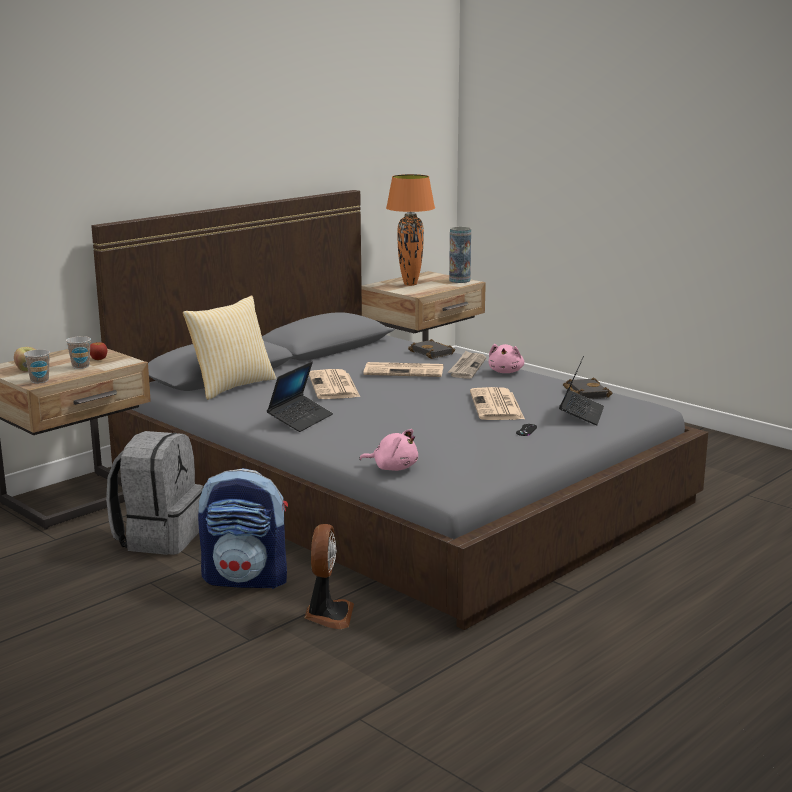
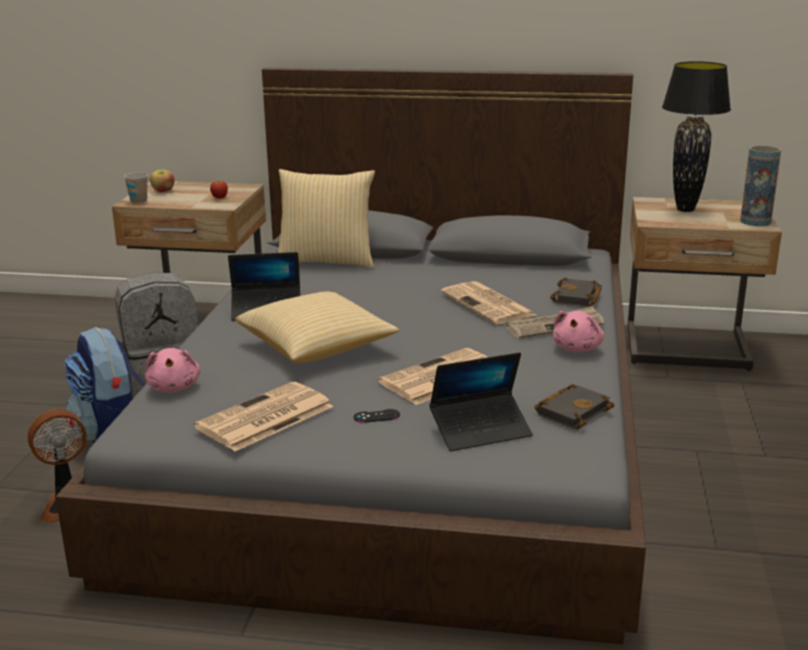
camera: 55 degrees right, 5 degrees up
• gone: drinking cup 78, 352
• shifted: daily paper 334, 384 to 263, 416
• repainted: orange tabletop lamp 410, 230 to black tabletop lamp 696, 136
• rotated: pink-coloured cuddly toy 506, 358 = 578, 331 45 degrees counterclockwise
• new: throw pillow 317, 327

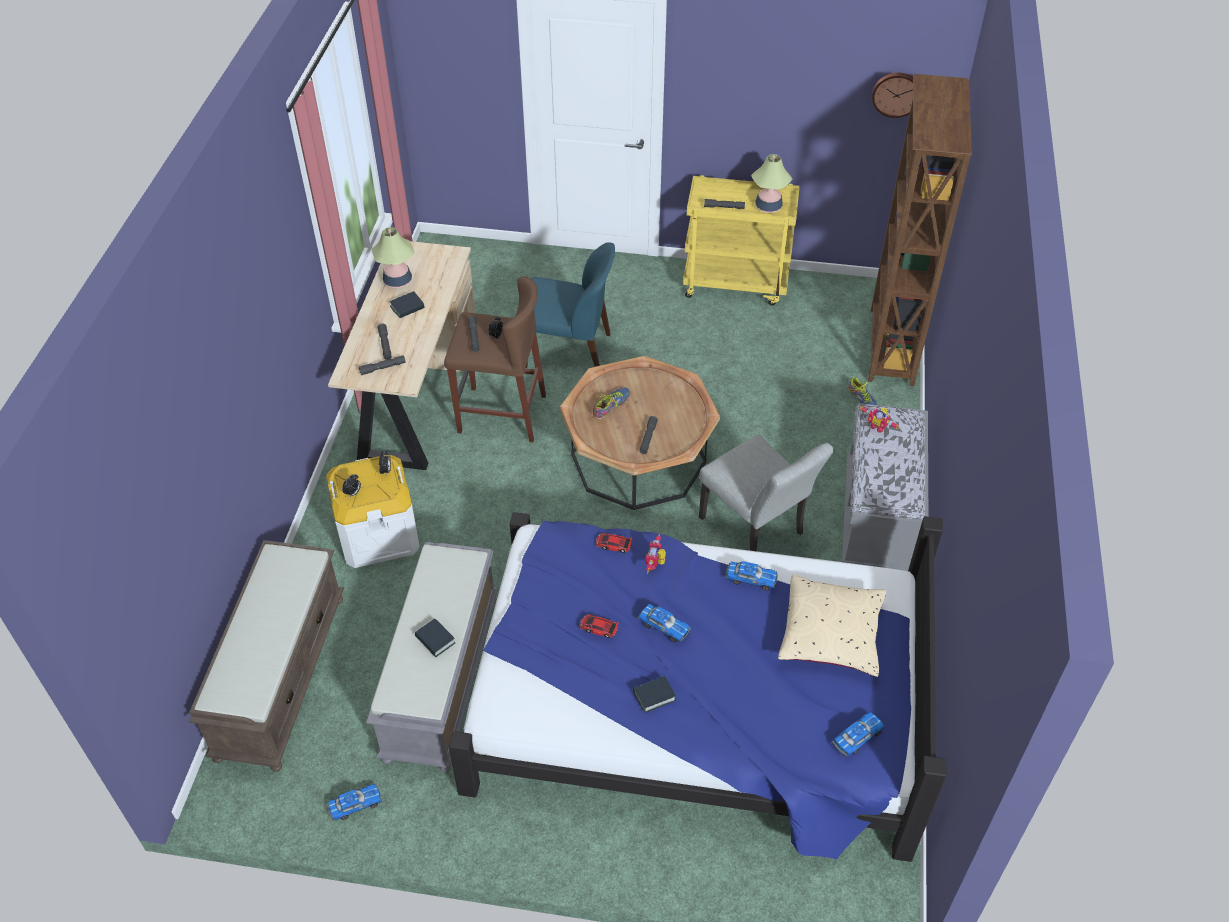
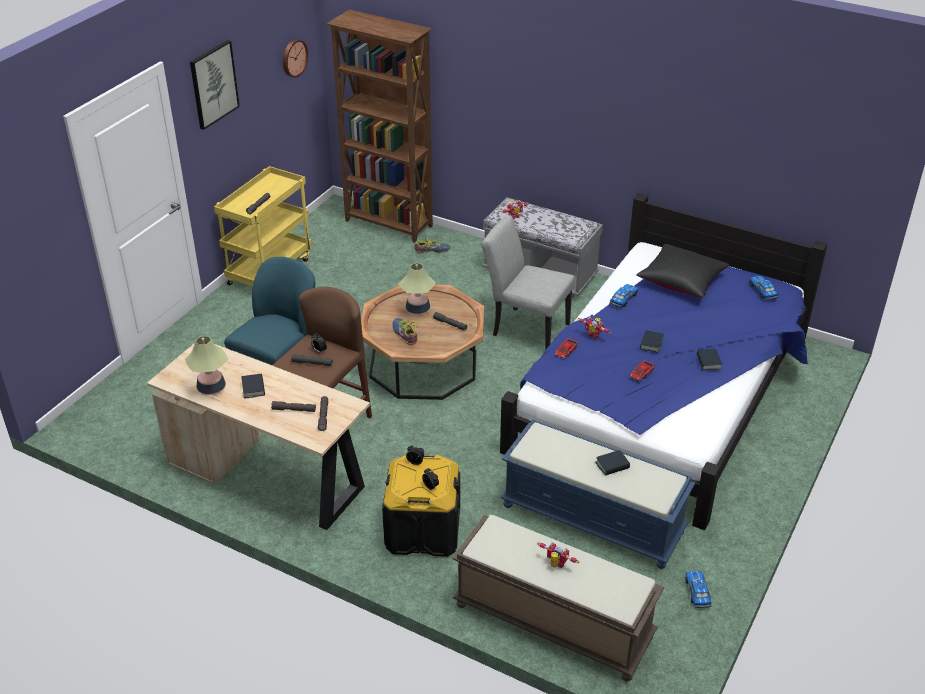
camera: 70 degrees left, 10 degrees down
• repainted: white storage bin 373, 511 to black storage bin 421, 506
• repainted: grey bench 432, 657 to blue bench 597, 494
• swapped: model car 664, 623 to bound book 652, 341
• rotated: grey upright chair 766, 492 = 528, 282 135 degrees counterclockwise
• shifted: tabletop lamp 771, 183 to 417, 289
• repainted: sand-coloured throw pillow 832, 625 to black throw pillow 682, 271
• new: wall picture 215, 85
• new: model robot 558, 555

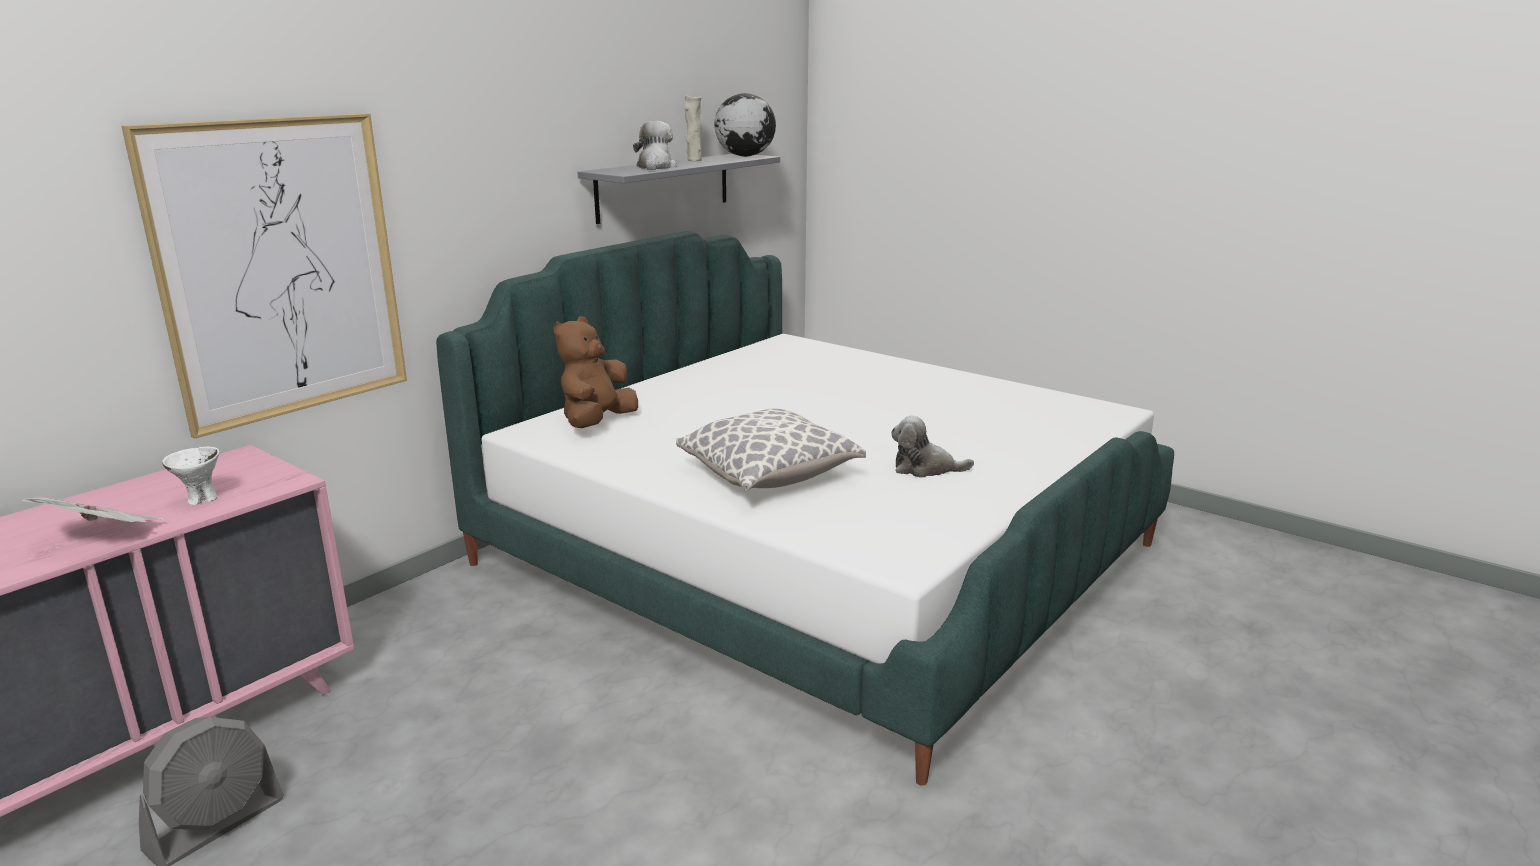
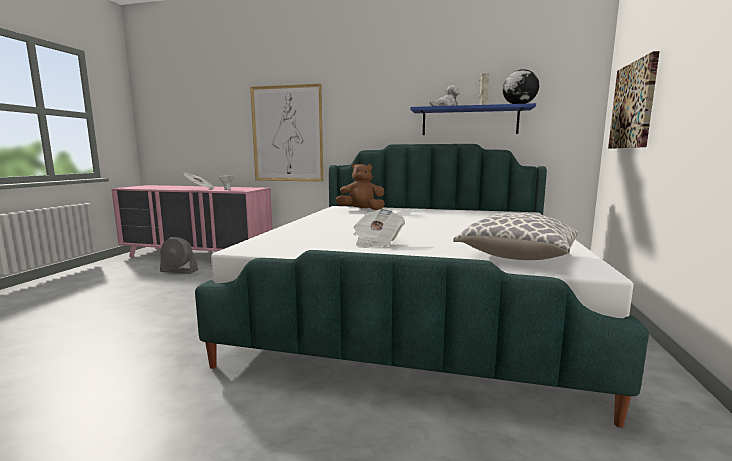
camera: 65 degrees right, 10 degrees down
• repainted: grey wall shelf 679, 189 to blue wall shelf 473, 119
• shifted: throw pillow 771, 450 to 515, 236
• swapped: cuddly toy 932, 446 to daily paper 379, 228
• new: wall picture 634, 100

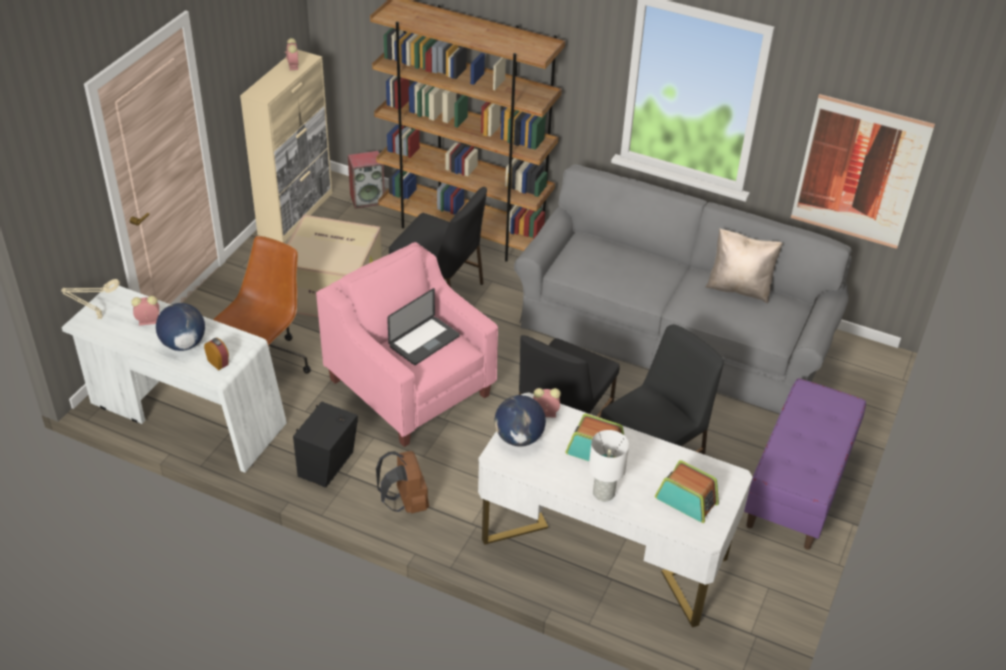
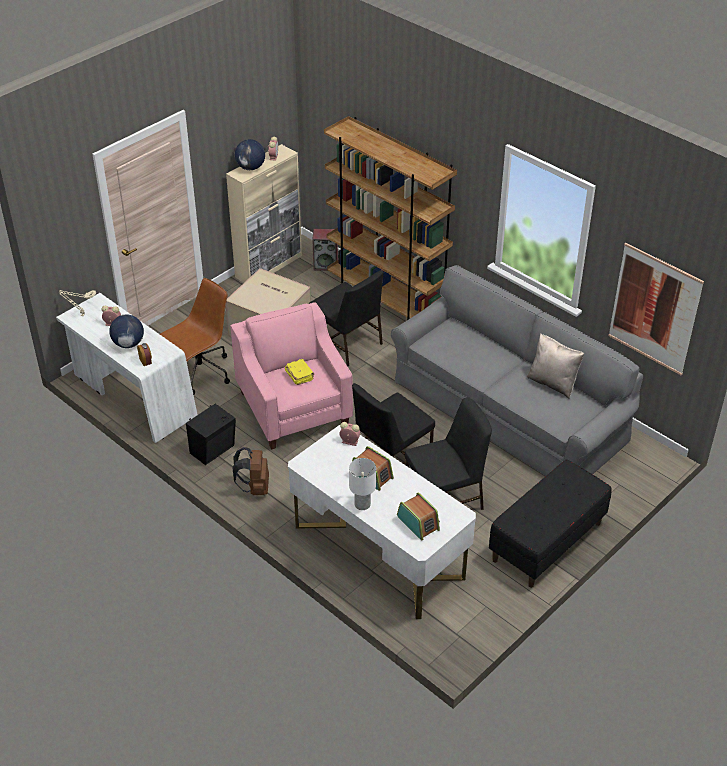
camera: 20 degrees right, 0 degrees up
• swapped: portable computer 423, 326 to yellowish bound book 299, 372
• shifted: world globe 520, 421 to 250, 154
• repainted: purplish bench 805, 464 to black bench 550, 523

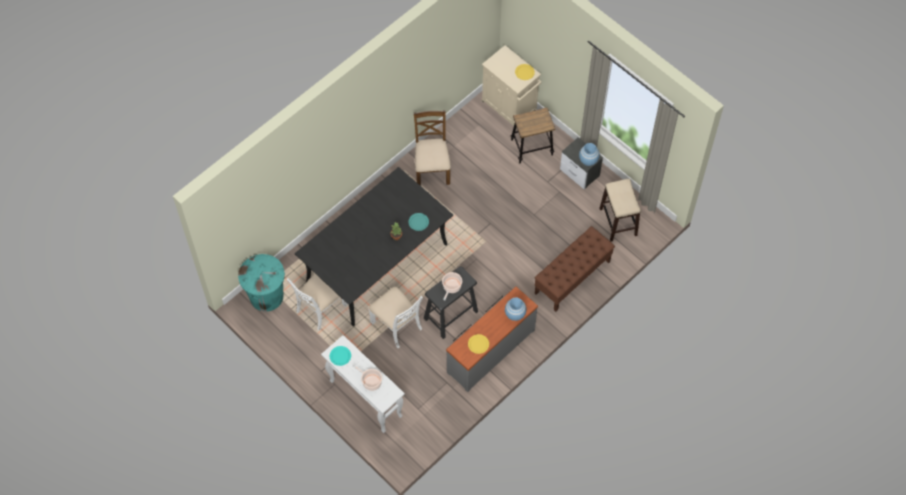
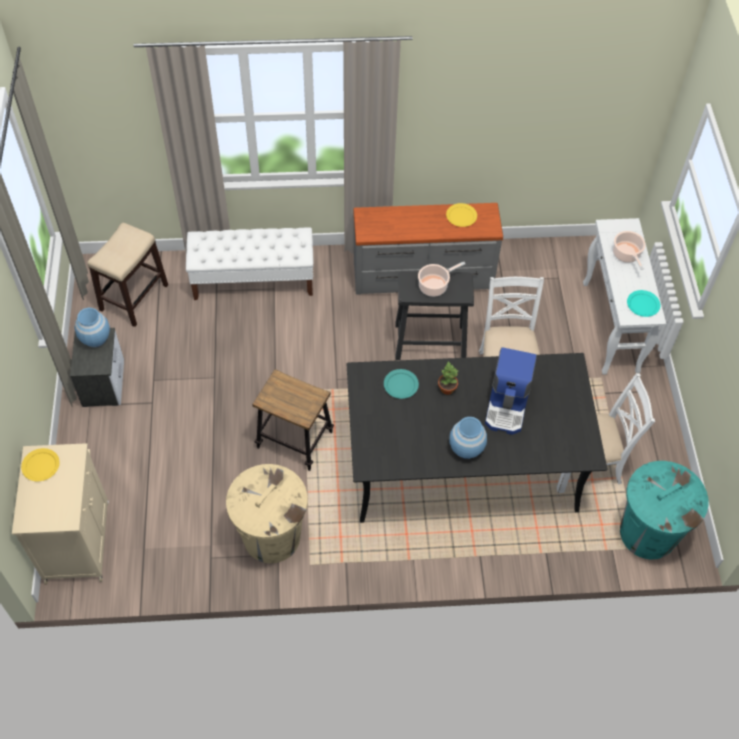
camera: 140 degrees left, 5 degrees down
• swapped: brown upright chair 432, 148 to sand-coloured rubbish bin 267, 513
• shifted: blue vase 515, 309 to 468, 438
• shifted: stool 532, 135 to 293, 420
• repainted: brown bench 574, 269 to white bench 250, 263
• new: coffee machine 511, 391

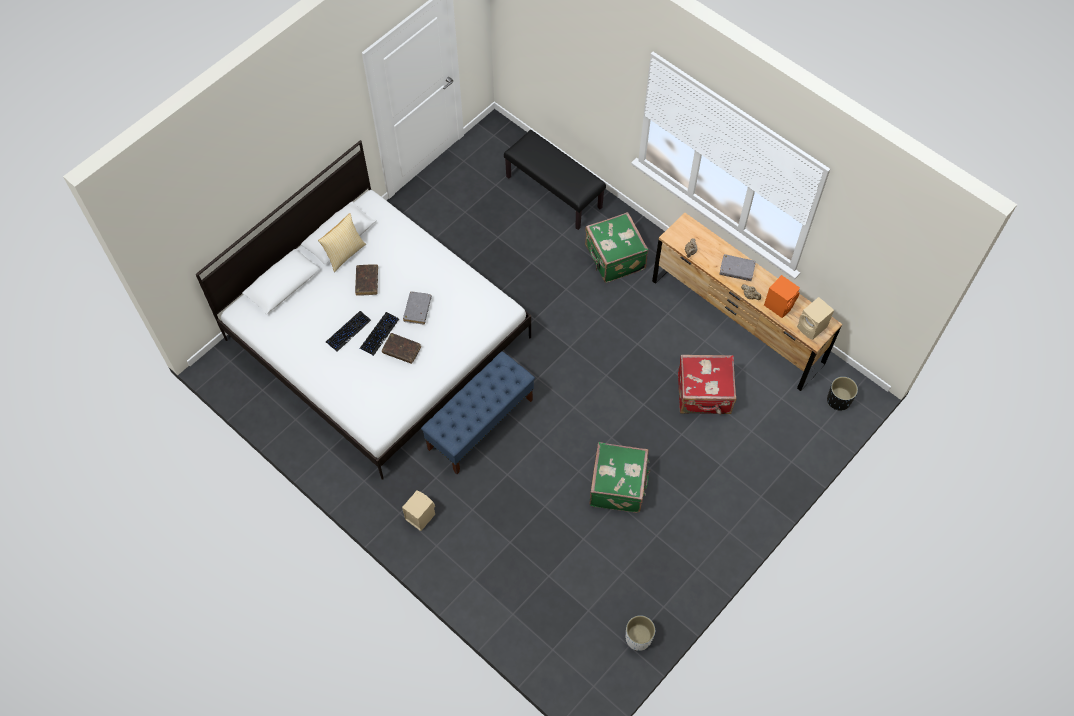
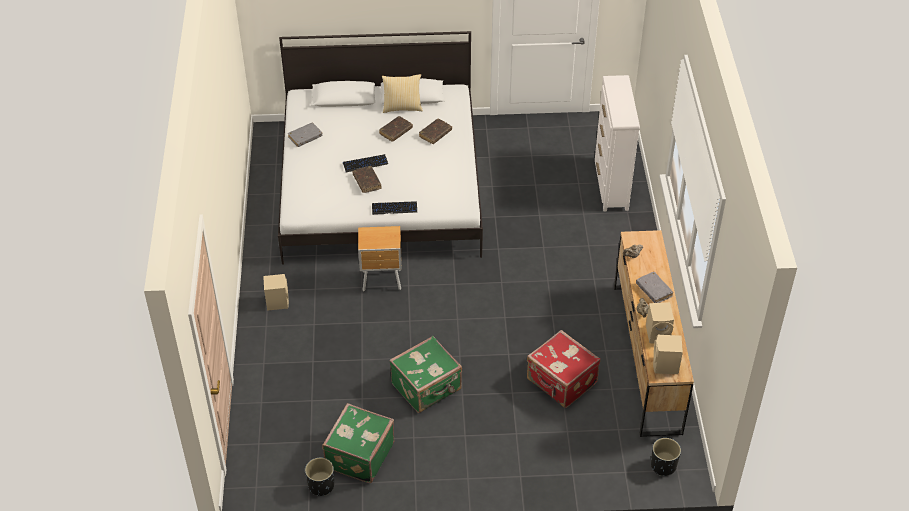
camera: 45 degrees right, 15 degrees down
• shifted: keyboard 348, 331 to 394, 208
• shifted: grey bound book 417, 307 to 305, 135
• swapped: blue bench 478, 412 to brown night table 380, 258
• swapped: black bench 555, 180 to white drawer chest 617, 143
• shifted: green-coloured piece of luggage 616, 247 to 358, 443
• repainted: white planter 640, 633 to black planter 319, 477
• repainted: orange audio speaker 782, 296 to sand-coloured audio speaker 660, 323
• new: brown bound book 435, 131

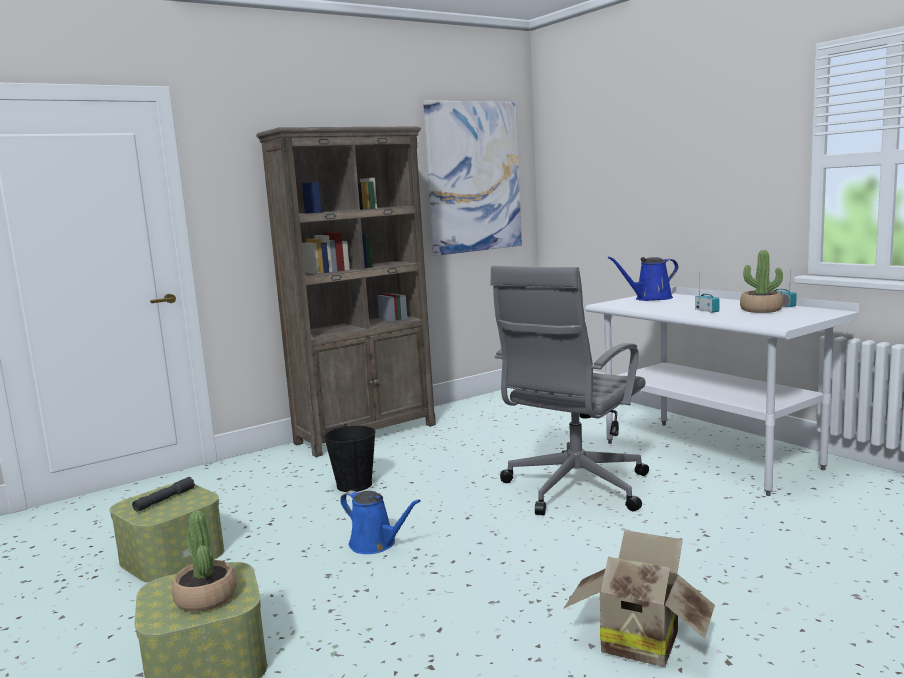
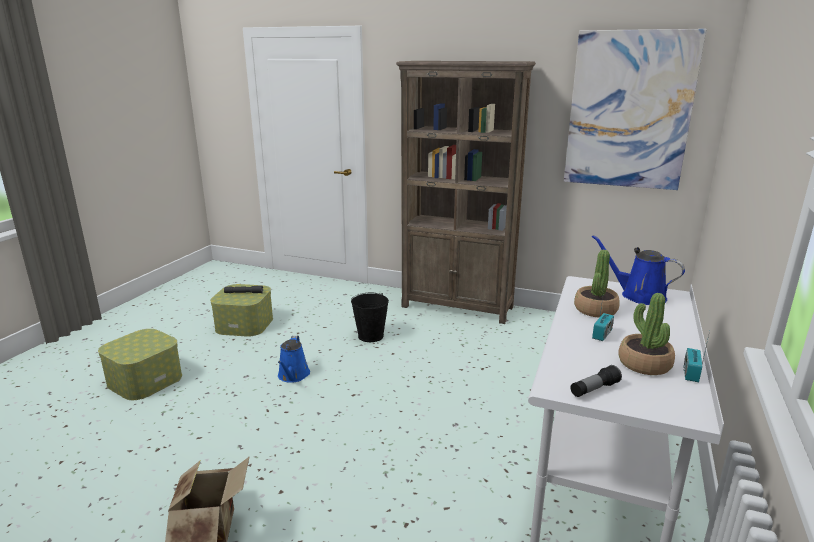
camera: 55 degrees right, 10 degrees up
• shifted: plant in a pot 204, 561 to 597, 284
• gone: grey computer chair 569, 390
• new: hand torch 596, 381

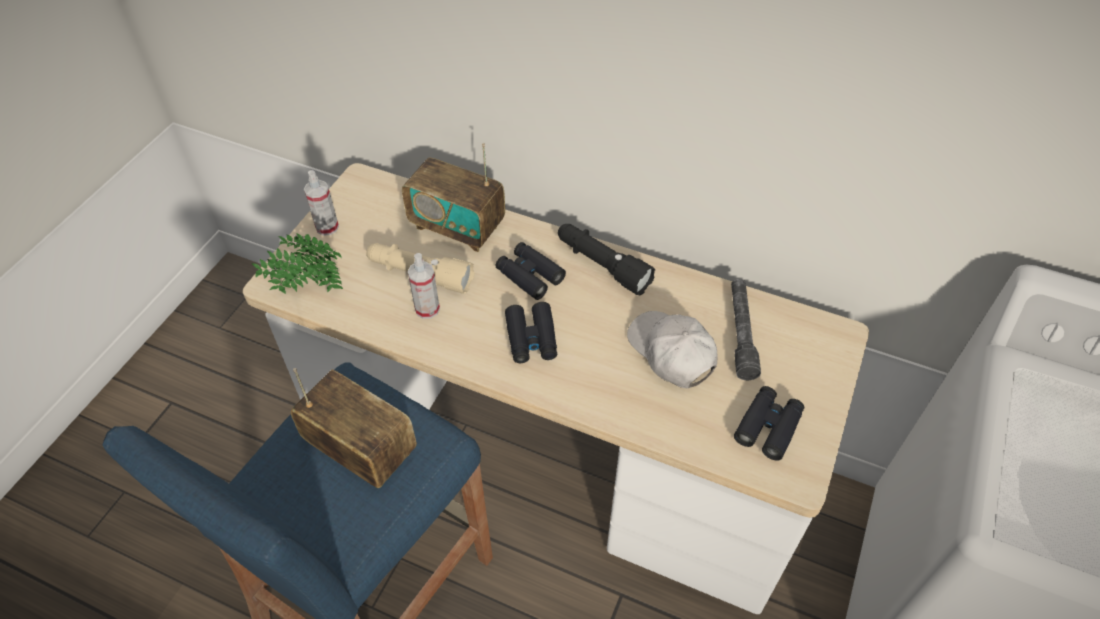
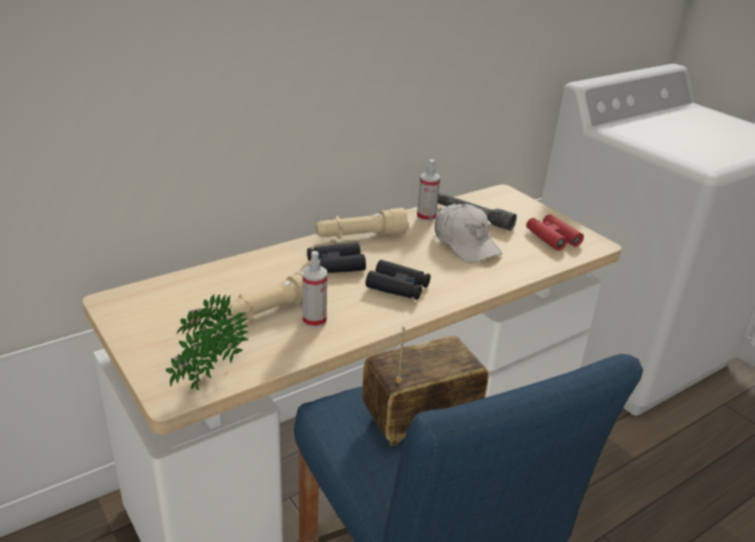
camera: 60 degrees left, 20 degrees down
• shifted: spray bottle 321, 203 to 428, 190
• gone: radio set 453, 197
• repainted: black hand torch 606, 259 to sand-coloured hand torch 362, 223
• rotated: white peaked cap 672, 349 = 468, 233 120 degrees counterclockwise
• repainted: black field glasses 769, 423 to red field glasses 555, 232

